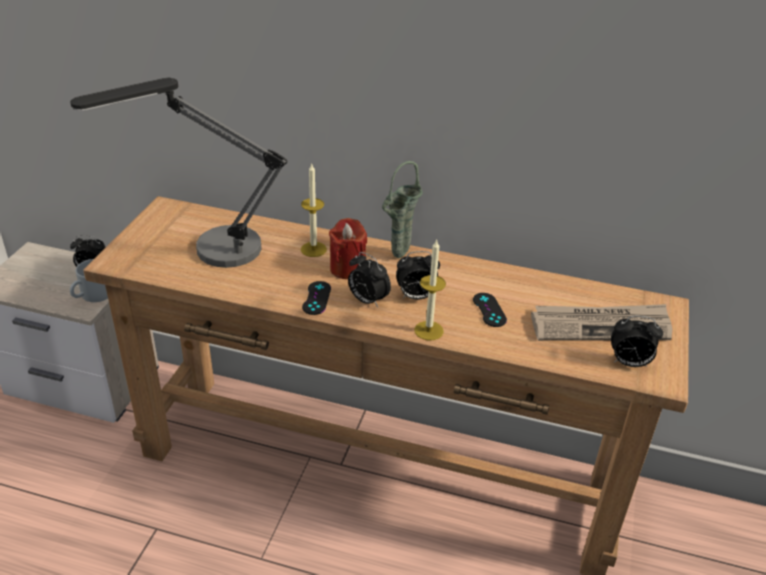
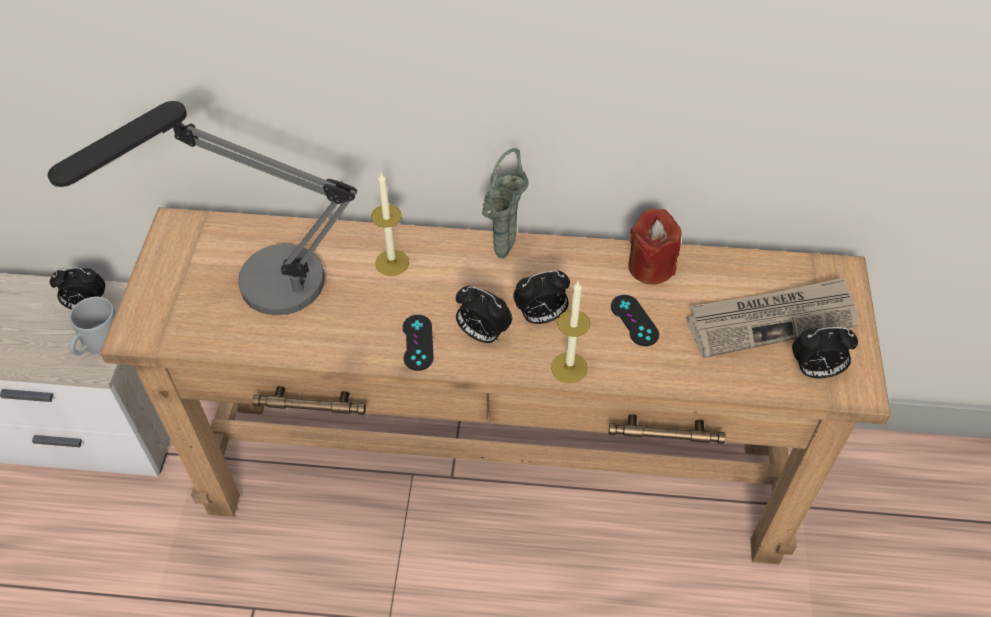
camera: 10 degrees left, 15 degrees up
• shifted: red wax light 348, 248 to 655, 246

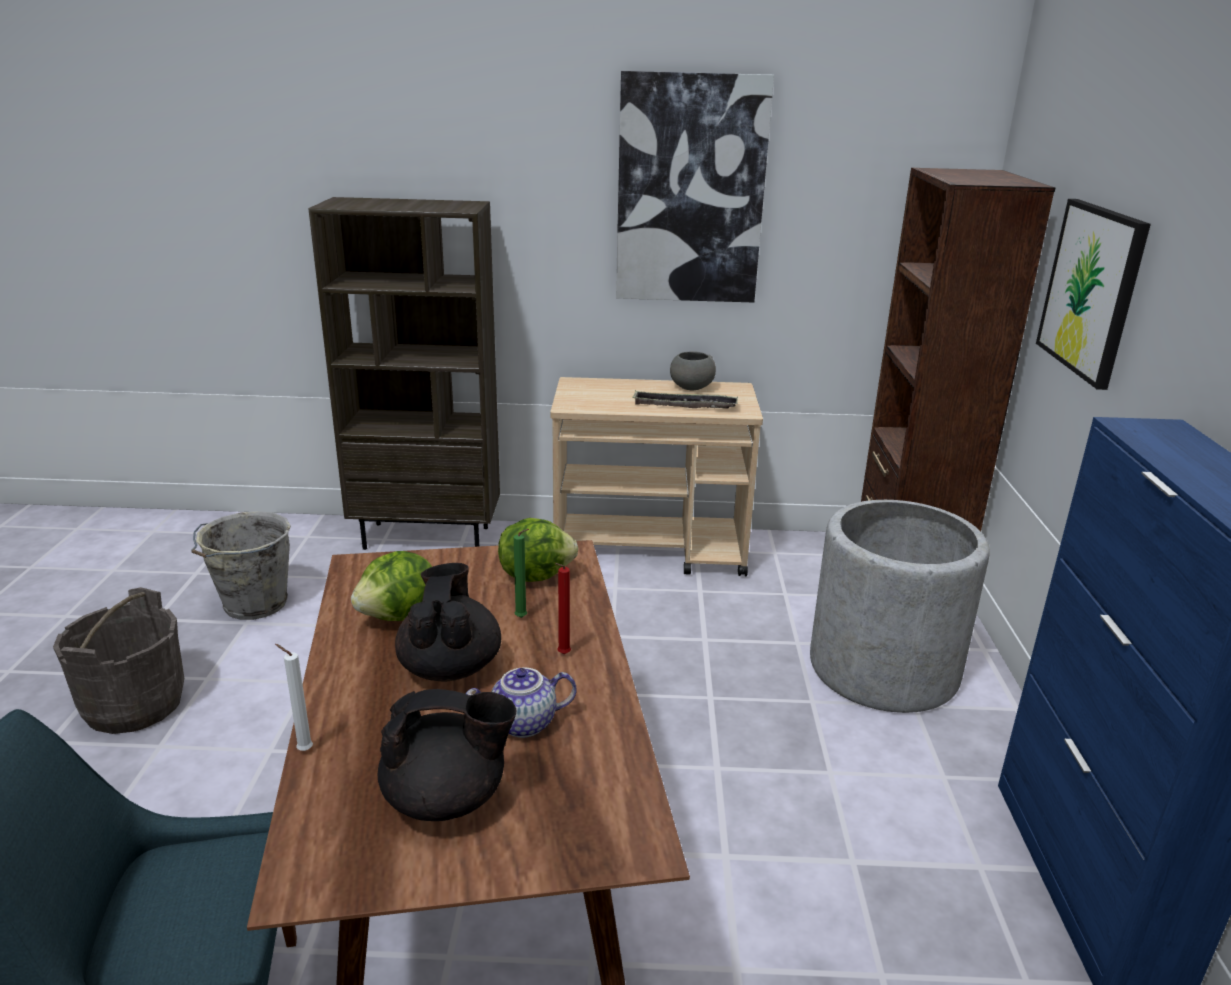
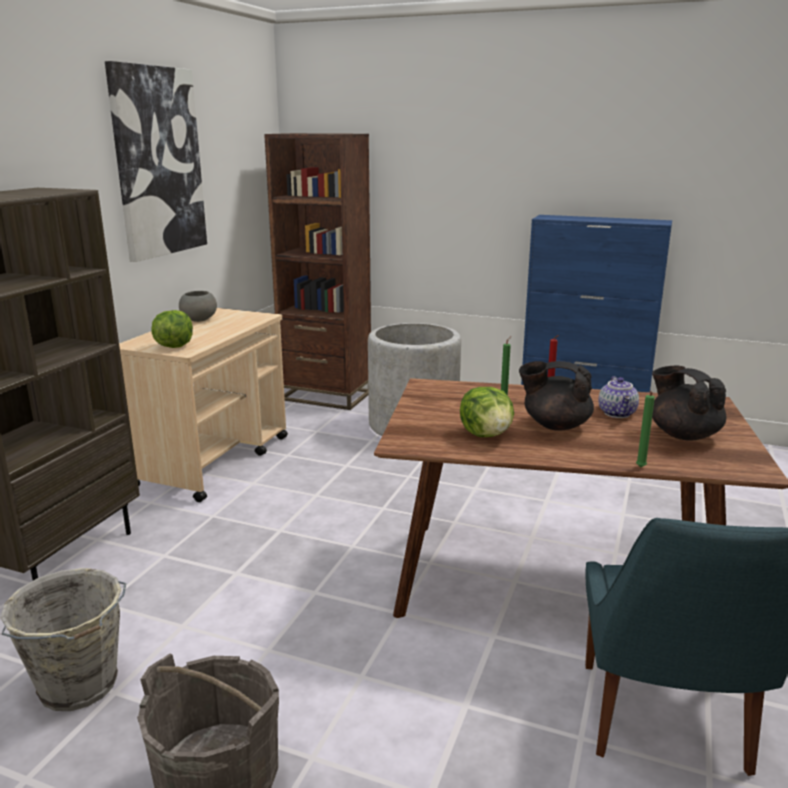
camera: 70 degrees left, 5 degrees down
• repainted: white wax light 294, 697 to green-coloured wax light 645, 429
• rotated: black pot for tea 447, 755 = 689, 403 45 degrees counterclockwise
• shifted: head of lettuce 538, 550 to 172, 329
• gone: serving tray 685, 400
• gone: wall picture 1093, 294

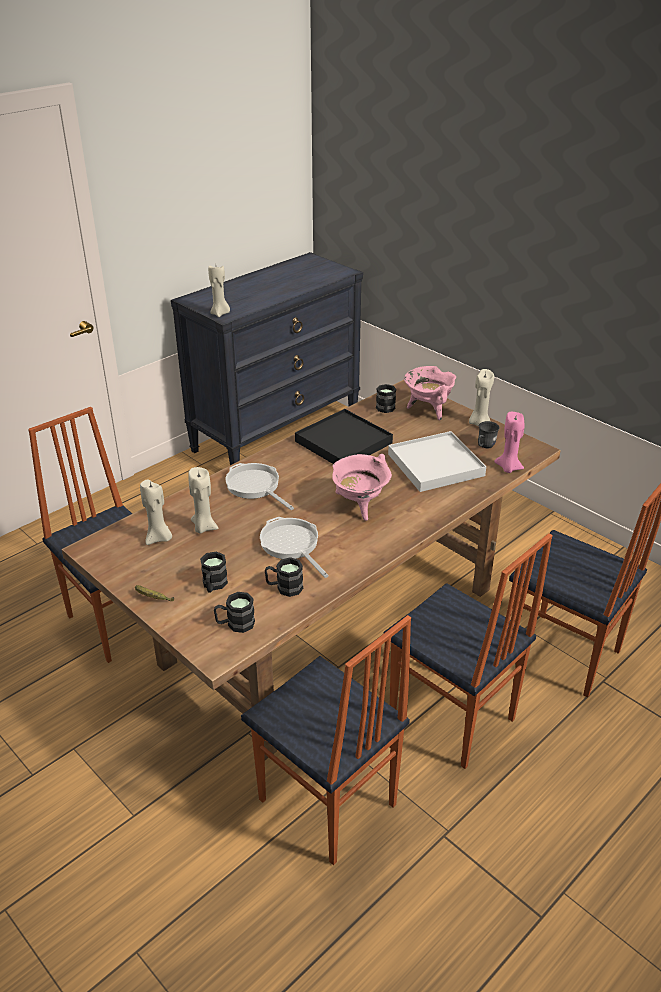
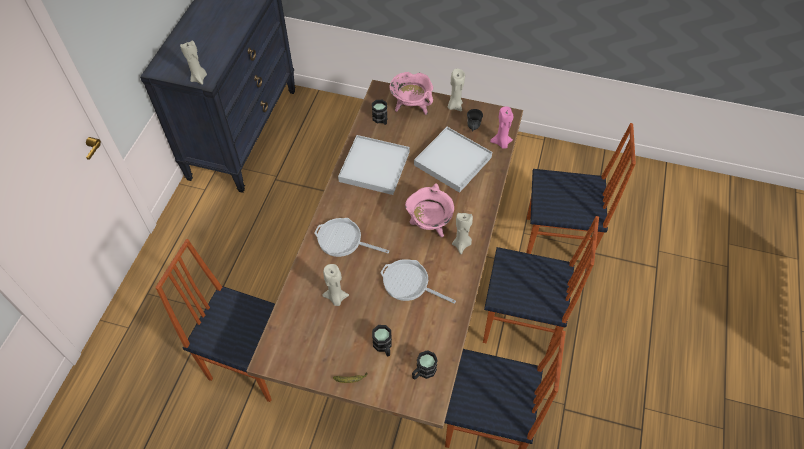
camera: 30 degrees left, 20 degrees up
• shifted: sand-coloured wax light 156, 512 to 462, 233
• gone: black mug 284, 577
• repainted: black serving tray 344, 436 to white serving tray 373, 165

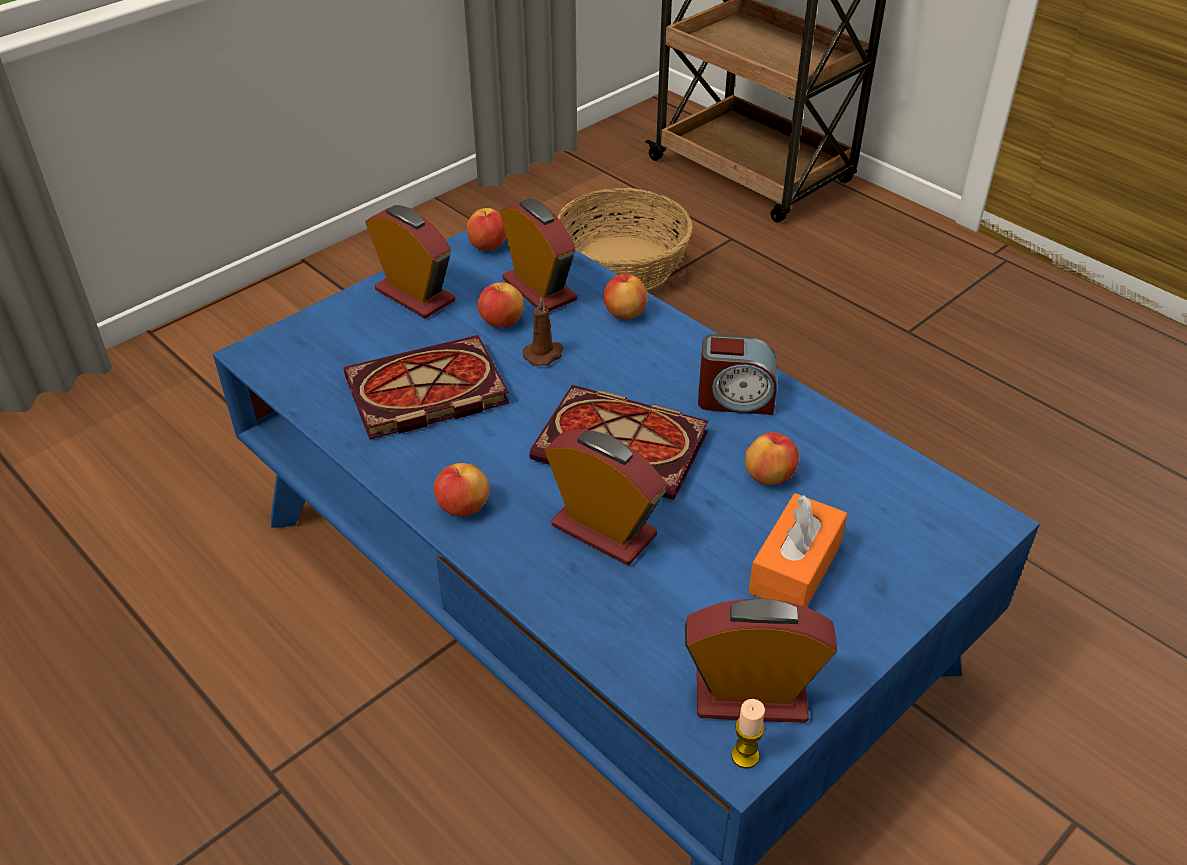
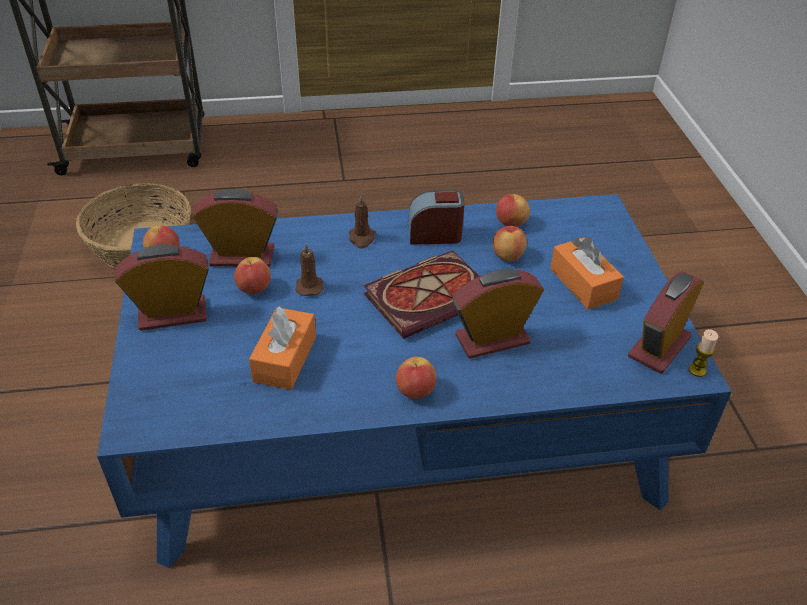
camera: 55 degrees left, 0 degrees up
• swapped: bound book 427, 387 to orange box of tissues 282, 348
• shifted: whole apple 625, 296 to 513, 210
• rotated: alarm clock 737, 374 = 436, 217 135 degrees counterclockwise
• new: brown wax light 362, 222

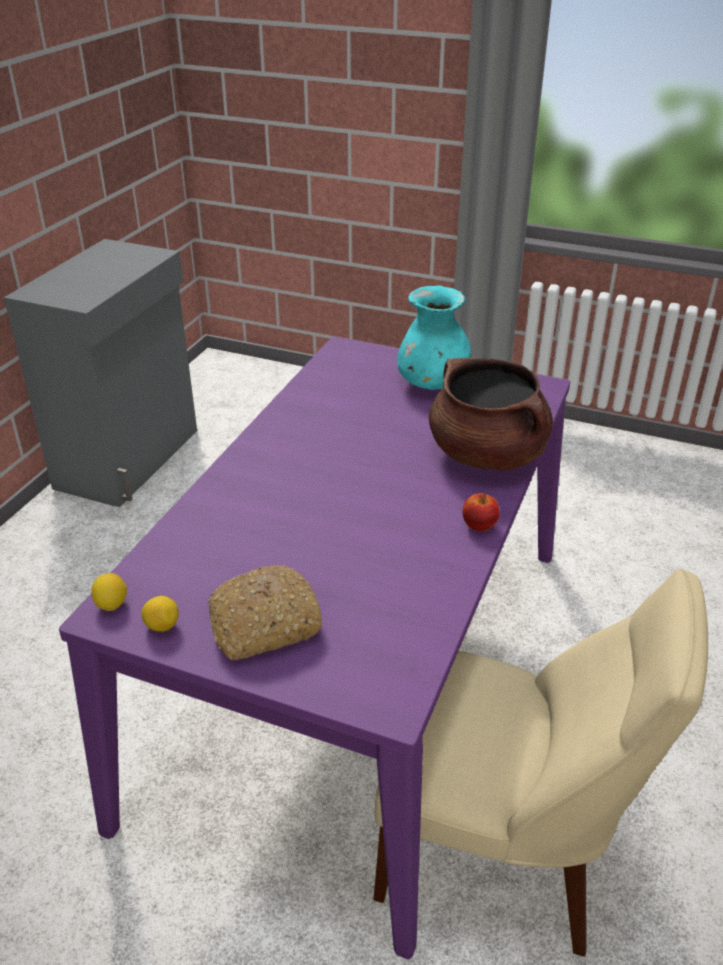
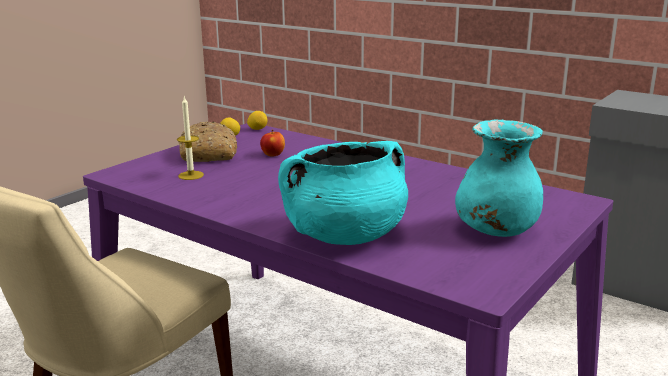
camera: 105 degrees right, 15 degrees down
• repainted: brown saucepot 491, 414 to turquoise saucepot 343, 193
• shifted: whole apple 481, 512 to 272, 143
• new: wax light 190, 138

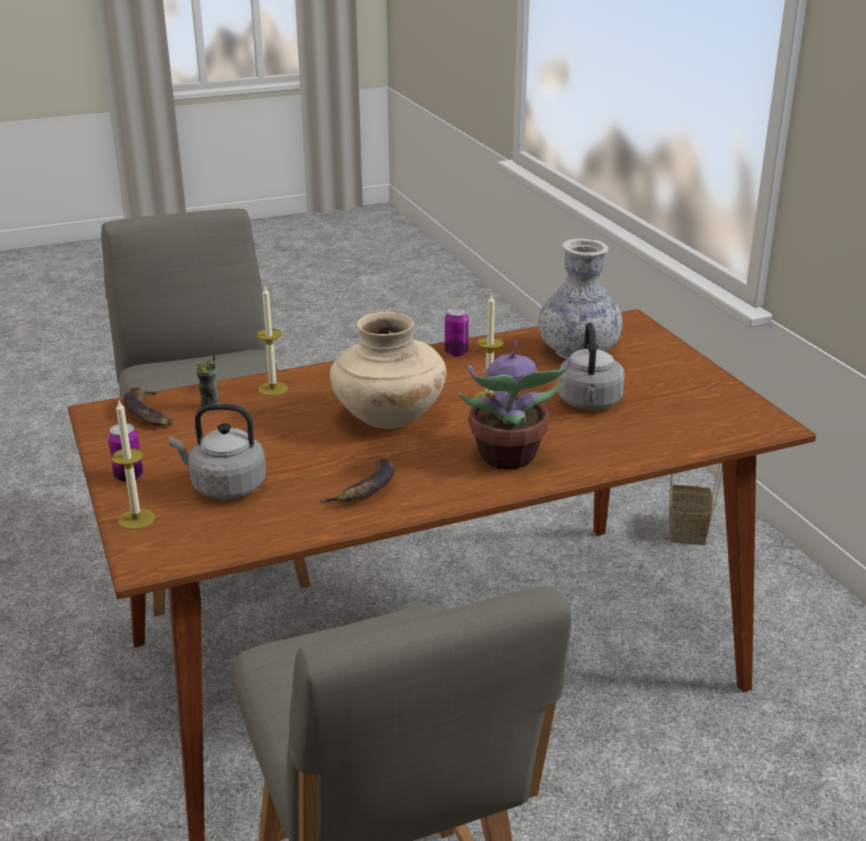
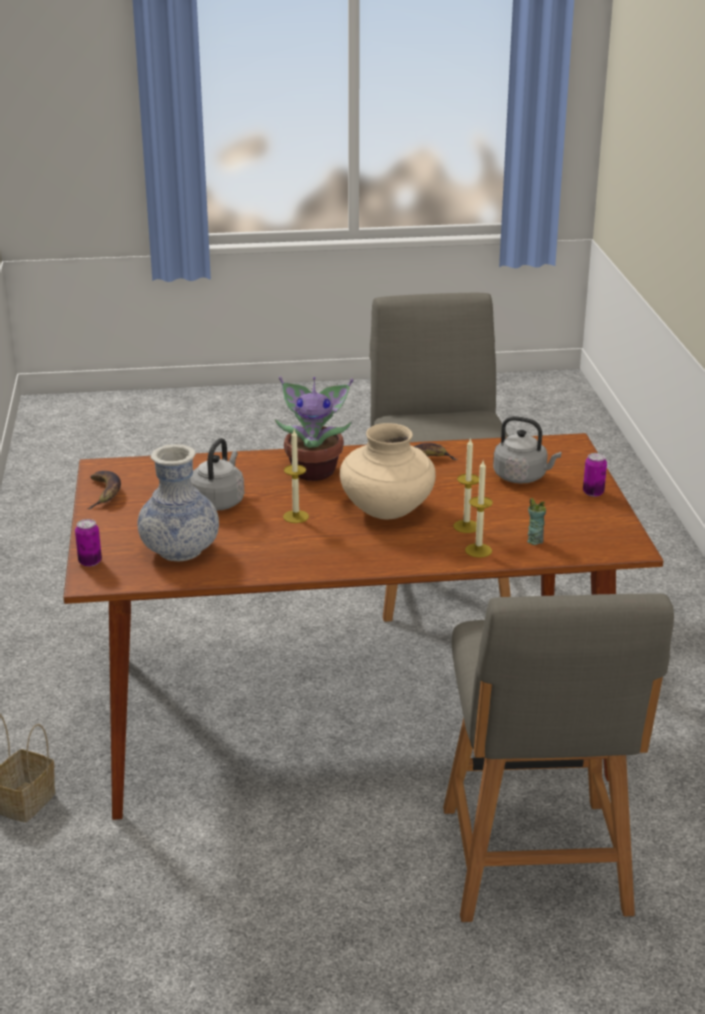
camera: 165 degrees left, 0 degrees up
• shifted: wax light 133, 465 to 466, 485
• shifted: banana fruit 148, 406 to 104, 490
• shifted: sealed can 457, 332 to 88, 543

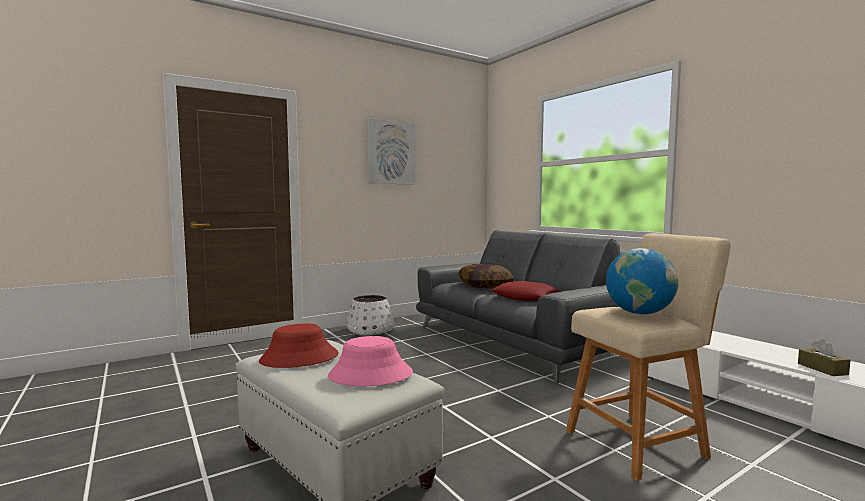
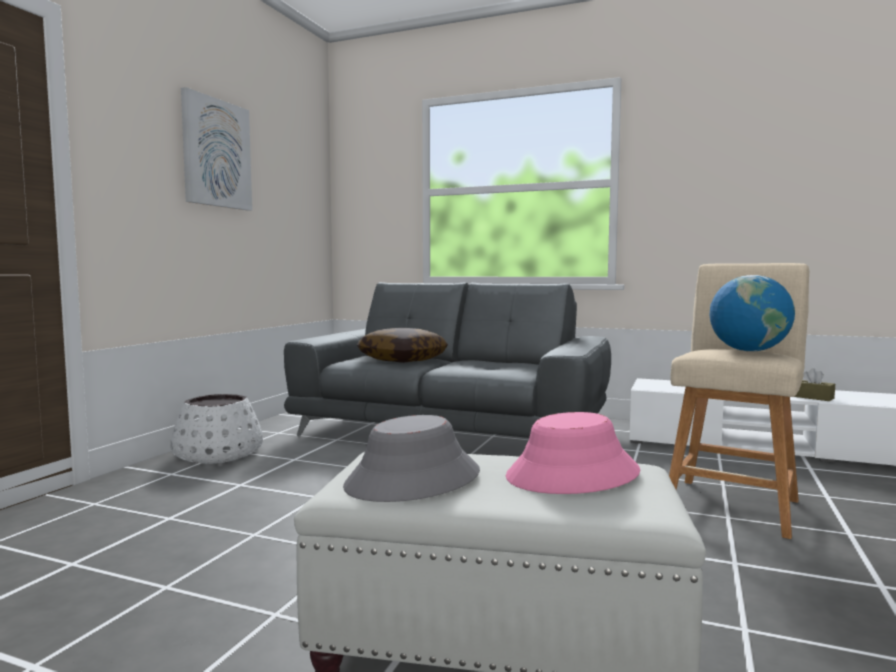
camera: 35 degrees left, 0 degrees up
• repainted: red hat 299, 345 to grey hat 411, 458
• gone: red throw pillow 526, 291

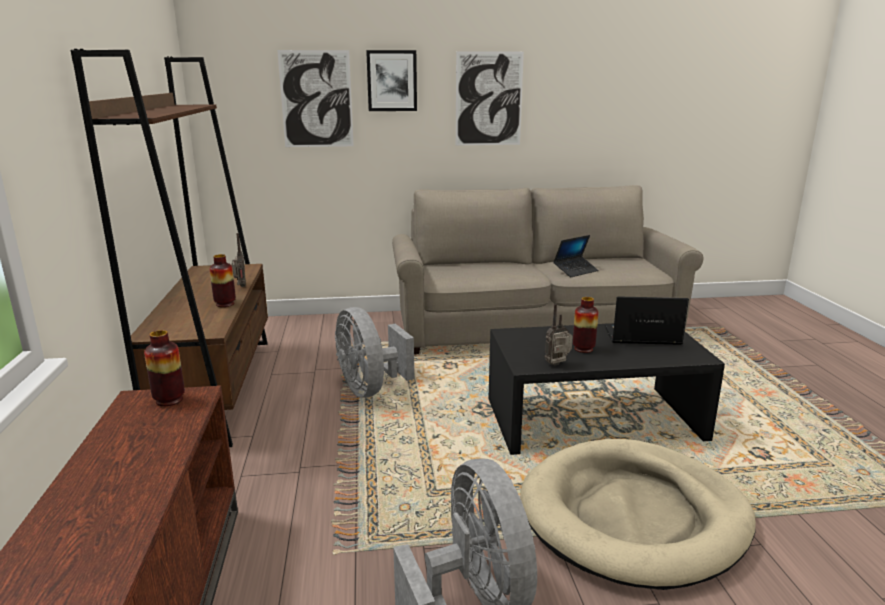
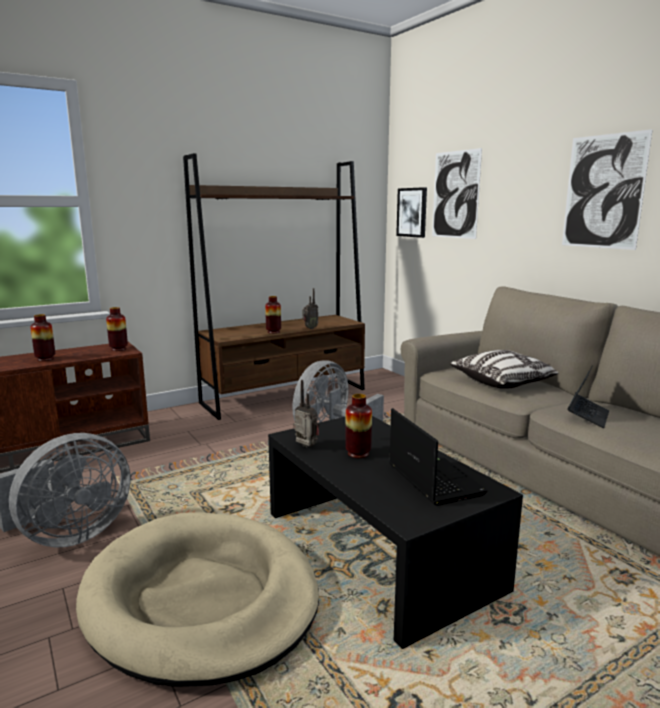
camera: 65 degrees right, 5 degrees down
• shifted: wall picture 391, 80 to 411, 212
• rotated: portable computer 575, 256 = 588, 396 90 degrees counterclockwise
• new: vase 42, 337
• new: throw pillow 504, 369

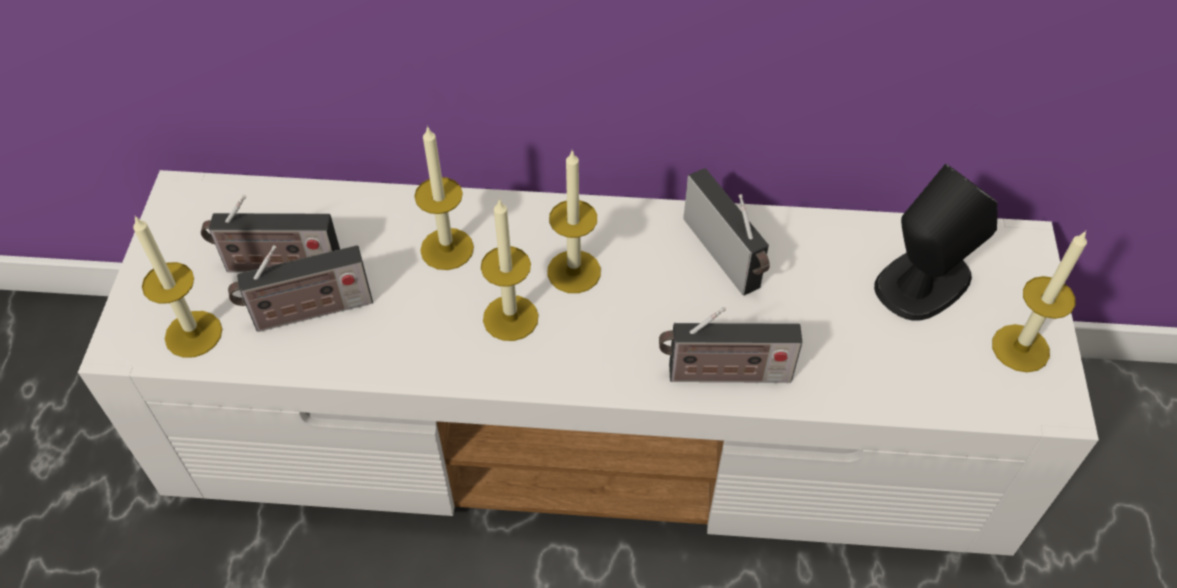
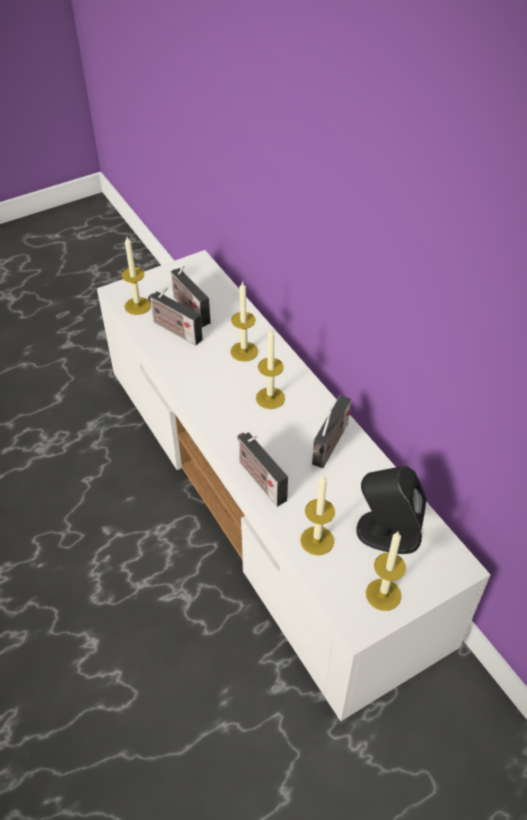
camera: 55 degrees right, 5 degrees down
• shifted: wax light 510, 269 to 317, 515

